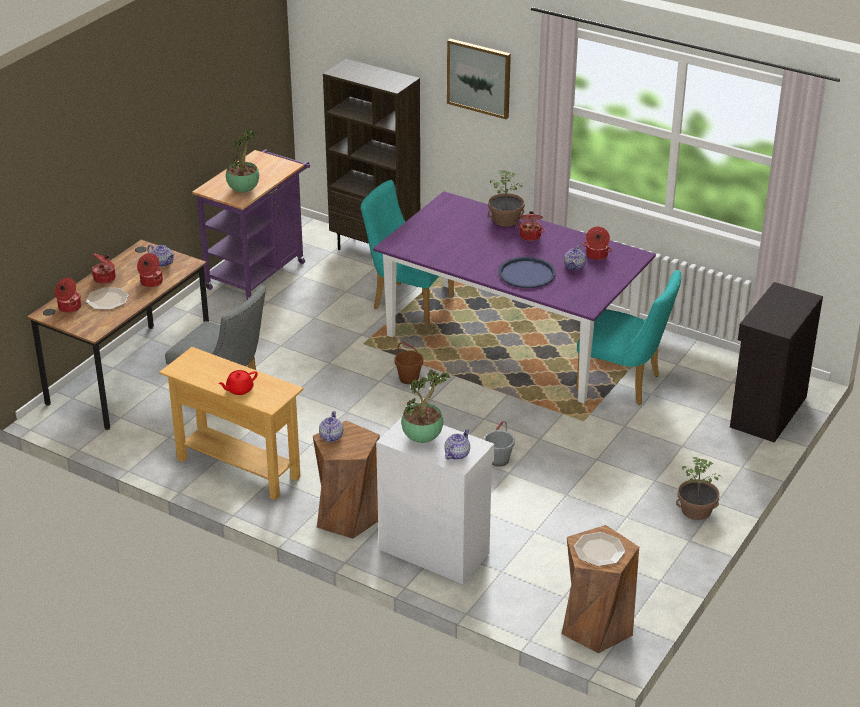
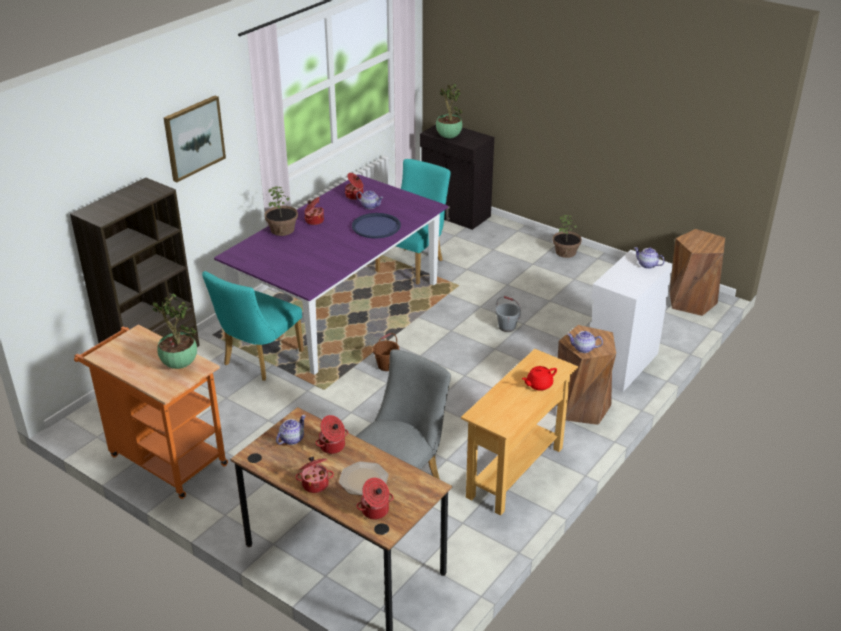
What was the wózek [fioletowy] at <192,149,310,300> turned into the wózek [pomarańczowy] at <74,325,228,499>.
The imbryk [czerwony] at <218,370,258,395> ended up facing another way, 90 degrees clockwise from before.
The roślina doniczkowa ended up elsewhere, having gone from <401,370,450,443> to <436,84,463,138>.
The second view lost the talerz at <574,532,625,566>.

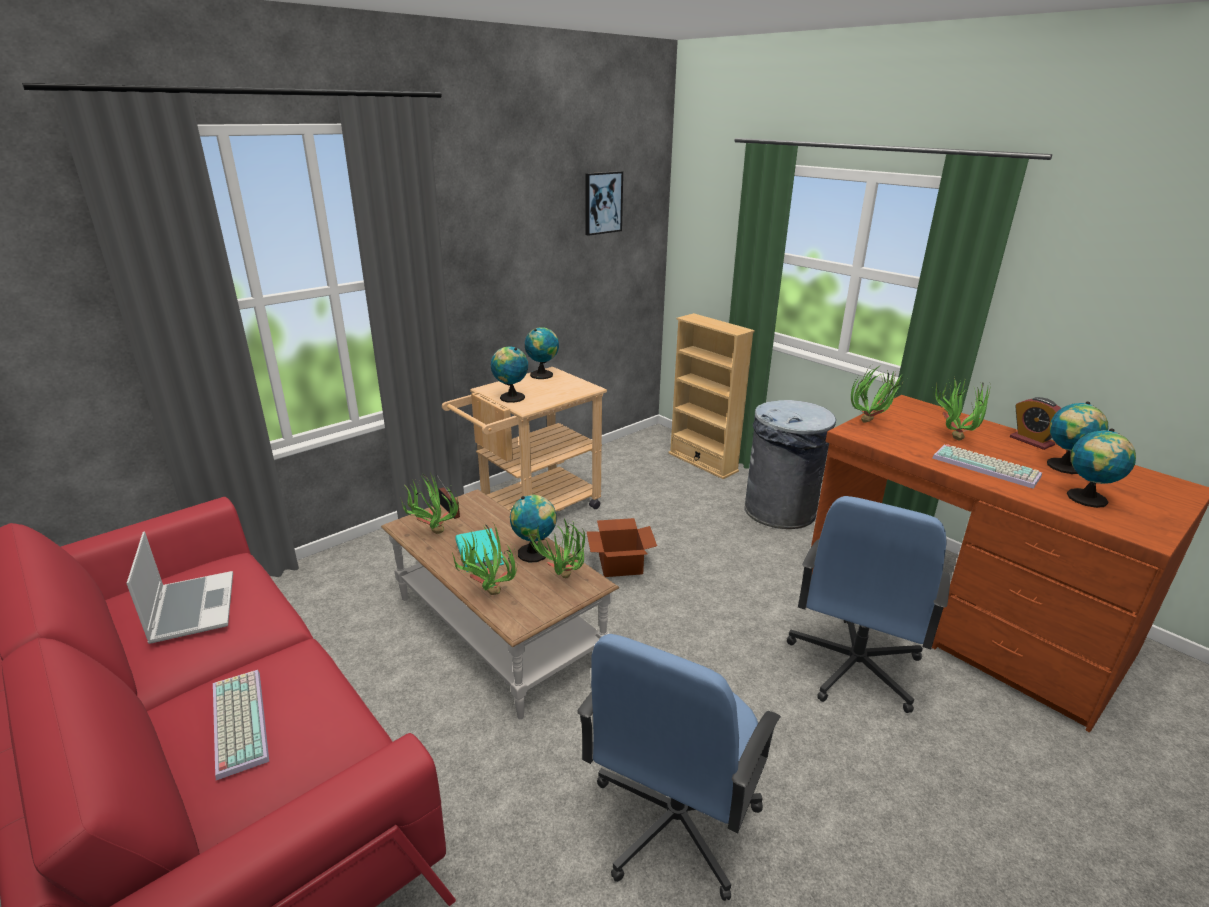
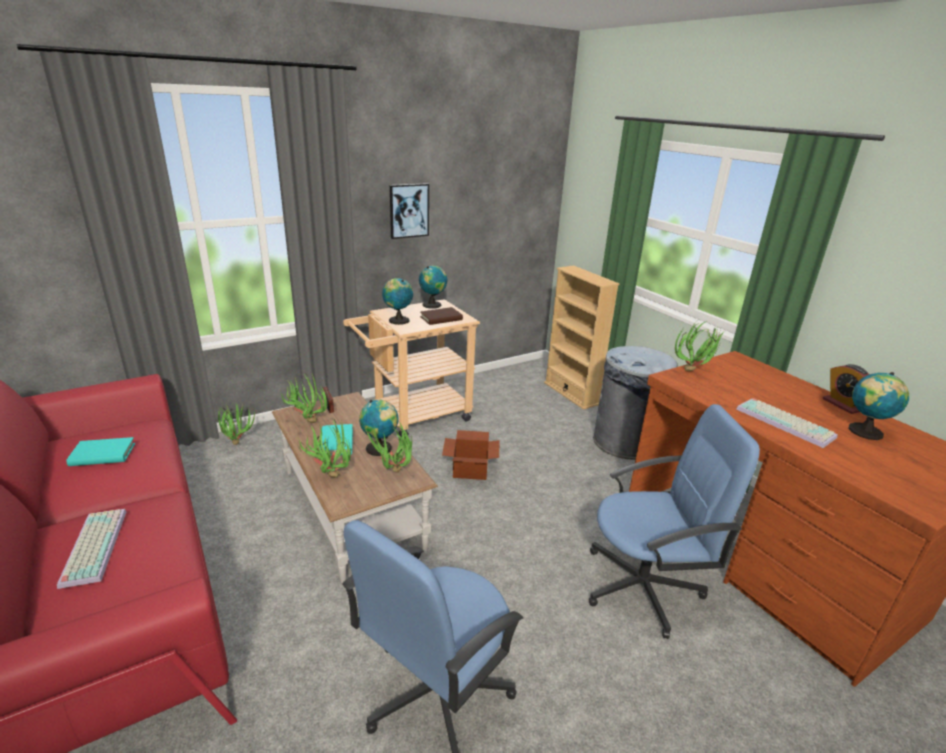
The obraz ended up elsewhere, having gone from <585,171,623,236> to <390,183,429,239>.
The roślina doniczkowa ended up elsewhere, having gone from <933,377,991,440> to <218,403,255,445>.
The second view lost the globus at <1067,428,1136,508>.
The krzesło biurowe [niebieski] at <787,496,950,713> ended up facing another way, 135 degrees counterclockwise from before.
Where the laptop stood at <126,531,233,644>, the książka [turkusowy] came to stand at <66,437,135,466>.
The second view gained the książka [brązowy] at <420,307,463,325>.

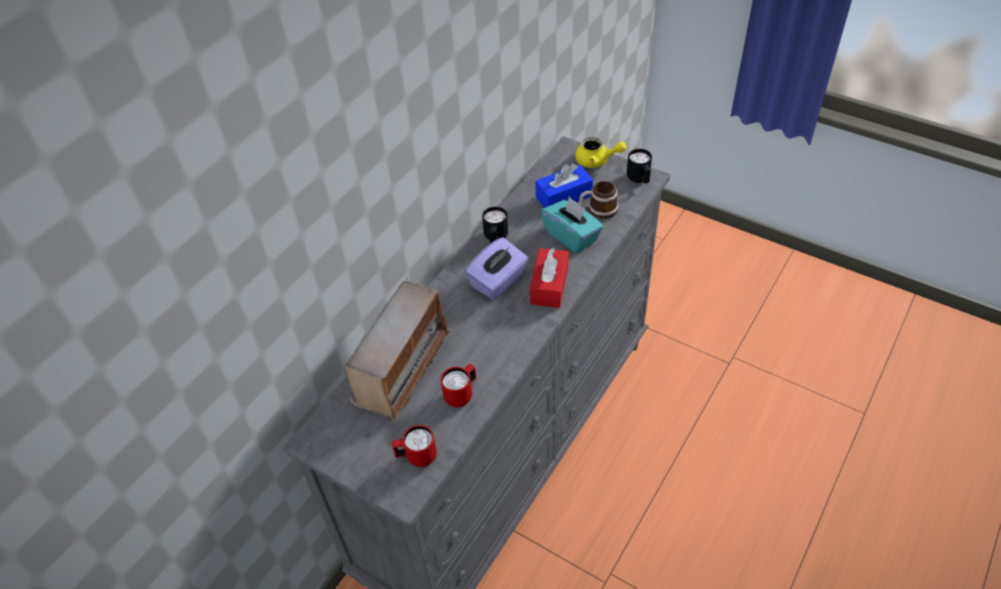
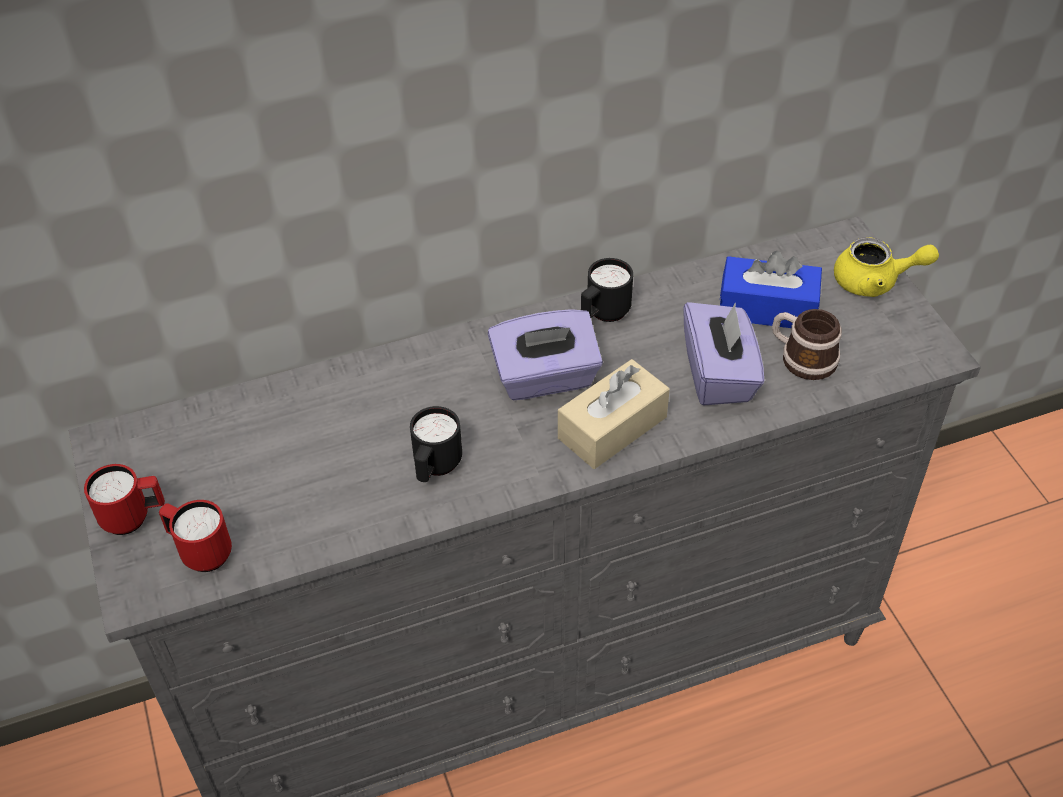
The imbryk [żółty] at <575,137,627,168> ended up facing another way, 45 degrees counterclockwise from before.
The kubek [czarny] ended up elsewhere, having gone from <627,149,652,183> to <410,406,462,482>.
What was the pudełko chusteczek [turkusowy] at <541,197,603,253> turned into the pudełko chusteczek [fioletowy] at <683,302,764,406>.
What was the pudełko chusteczek [czerwony] at <530,248,569,308> turned into the pudełko chusteczek [beżowy] at <558,359,670,469>.
The second view lost the radio at <345,278,451,420>.
The kubek [czerwony] ended up elsewhere, having gone from <441,364,476,407> to <84,464,165,535>.

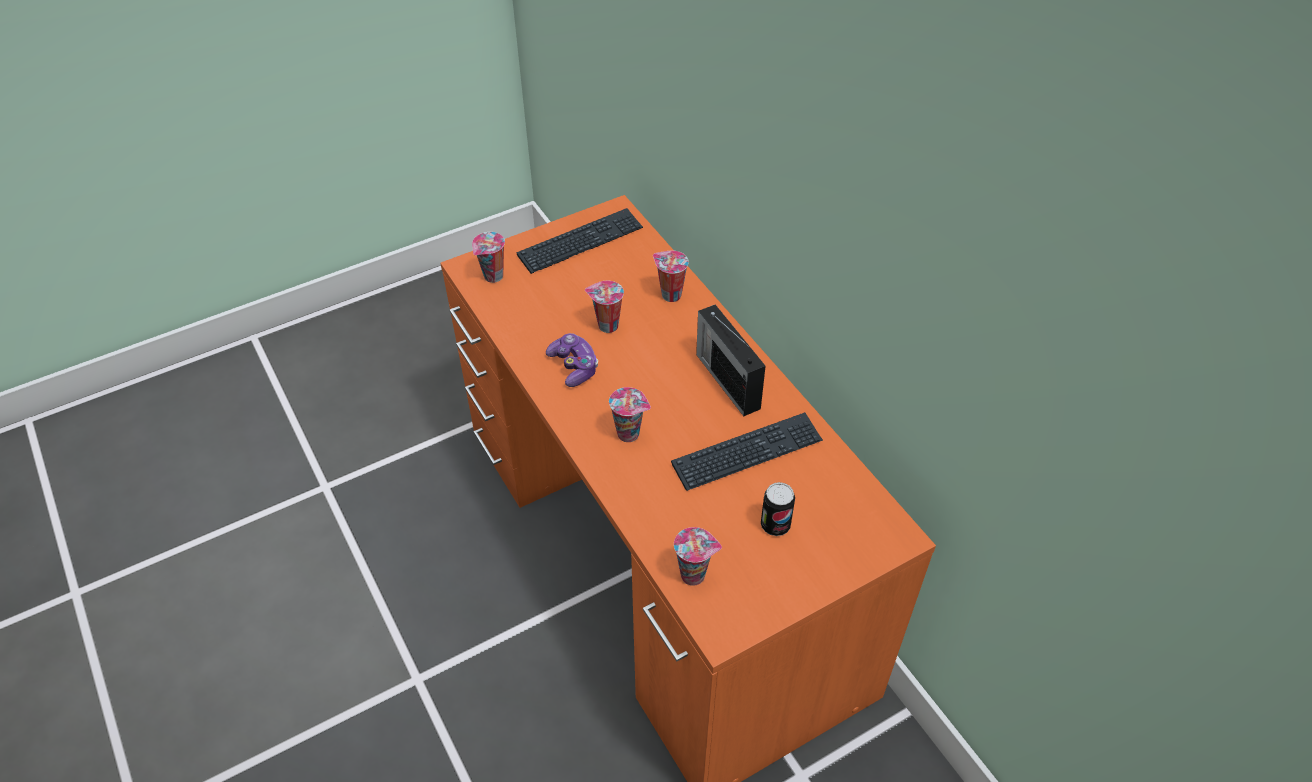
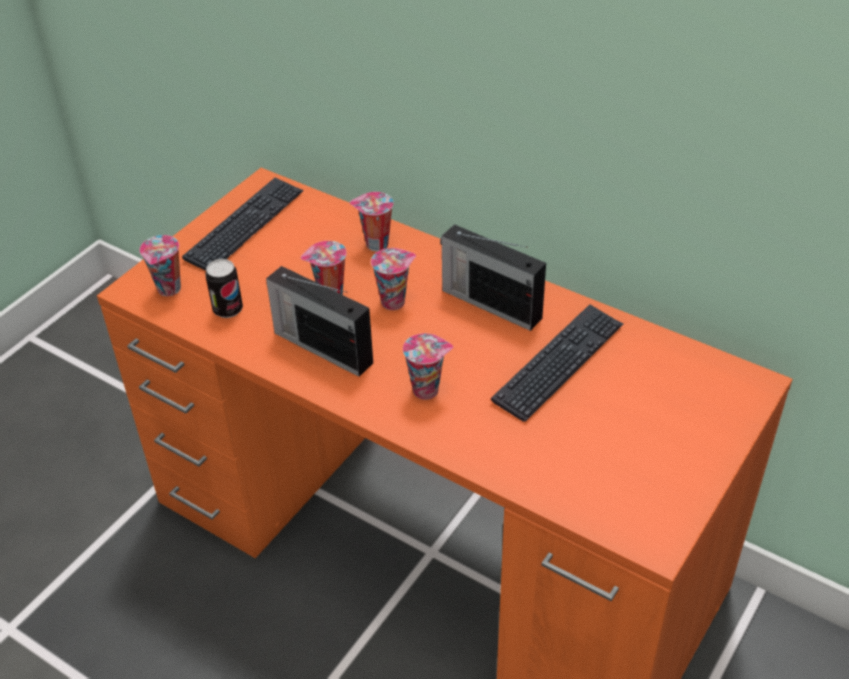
Where the pad do gier stood at <546,333,598,387>, the radio came to stand at <266,266,373,377>.
The puszka ended up elsewhere, having gone from <761,482,795,536> to <205,259,243,318>.
The filiżanka ended up elsewhere, having gone from <674,527,722,586> to <371,248,416,310>.

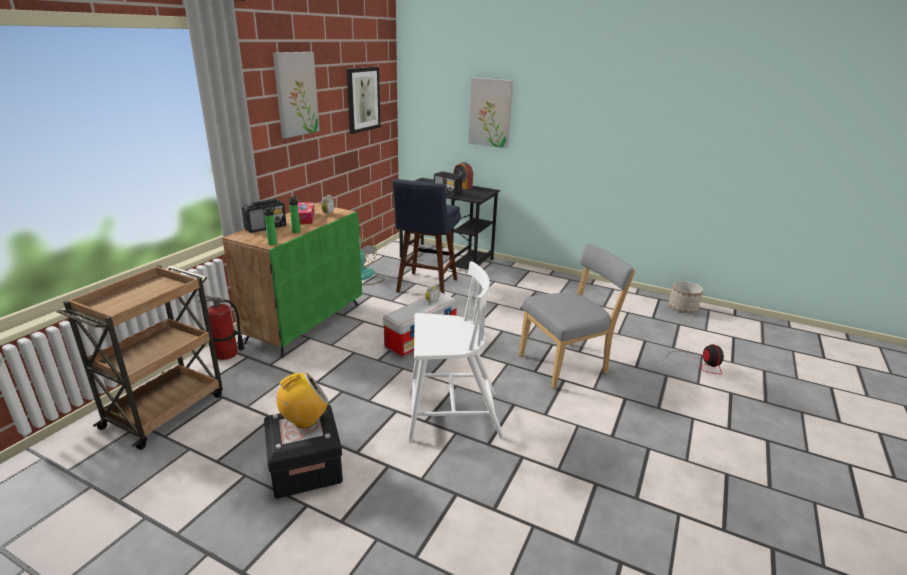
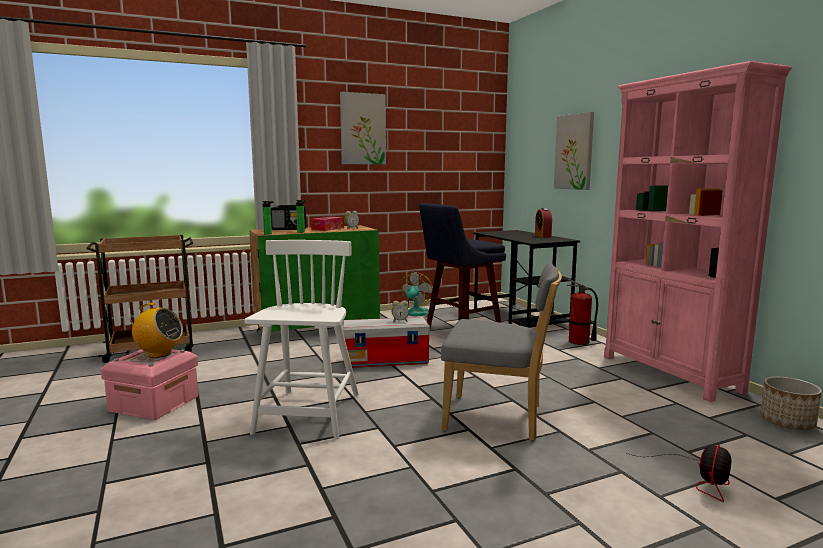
The second view lost the obraz at <347,67,381,134>.
The second view lost the radio at <434,171,462,196>.
The krzesło [biały] at <408,261,504,441> ended up facing another way, 120 degrees counterclockwise from before.
The gaśnica ended up elsewhere, having gone from <198,294,245,360> to <567,279,598,345>.
What was the pojemnik do przechowywania [czarny] at <264,405,343,499> turned into the pojemnik do przechowywania [różowy] at <101,349,198,420>.
The second view gained the regał [różowy] at <604,61,792,402>.

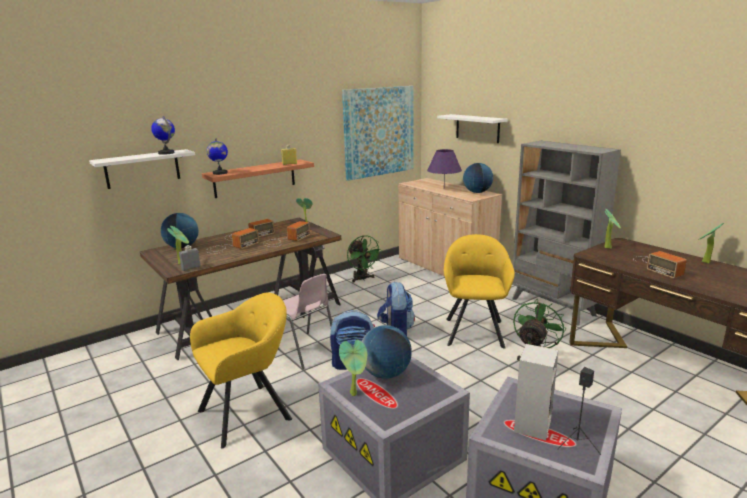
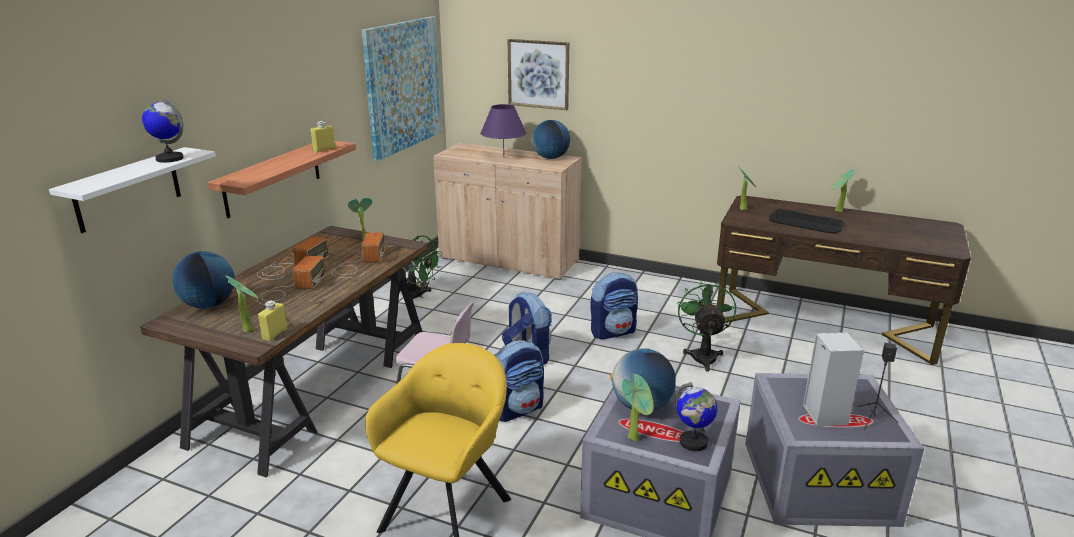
Where the półka [biały] hung at <437,114,508,143>, the obraz came to hang at <508,39,569,110>.
The globus ended up elsewhere, having gone from <207,138,228,175> to <675,382,718,451>.
The second view lost the regał [szary] at <512,141,621,325>.
Where the fotel [żółty] stood at <444,234,515,348>, the plecak came to stand at <590,272,638,339>.
What was the butelka [szary] at <179,245,201,271> turned into the butelka [żółty] at <258,301,288,341>.
Where the radio stood at <633,251,687,278>, the klawiatura came to stand at <769,209,845,234>.

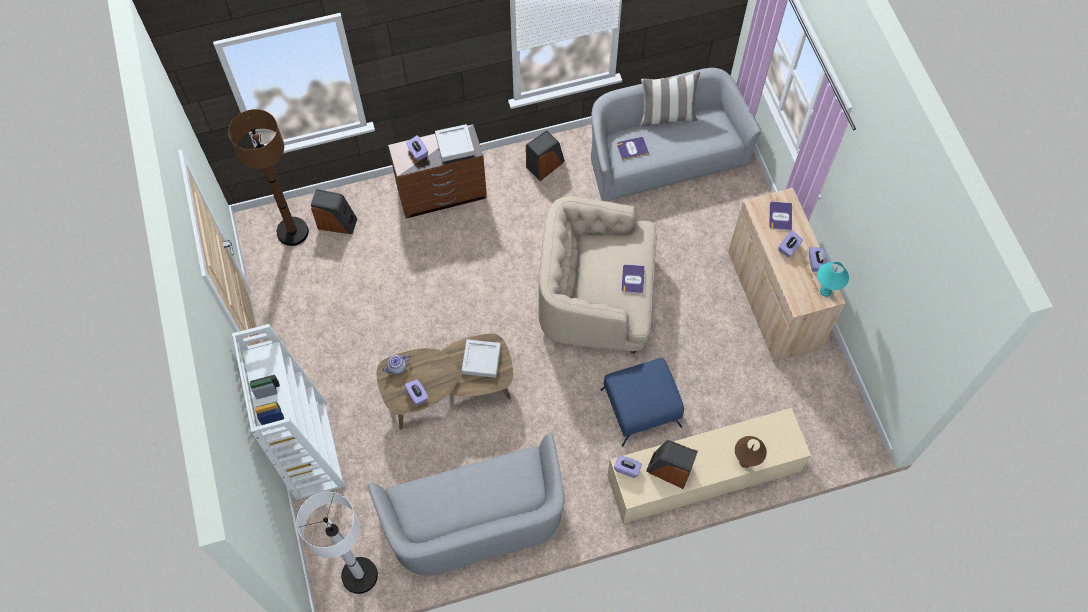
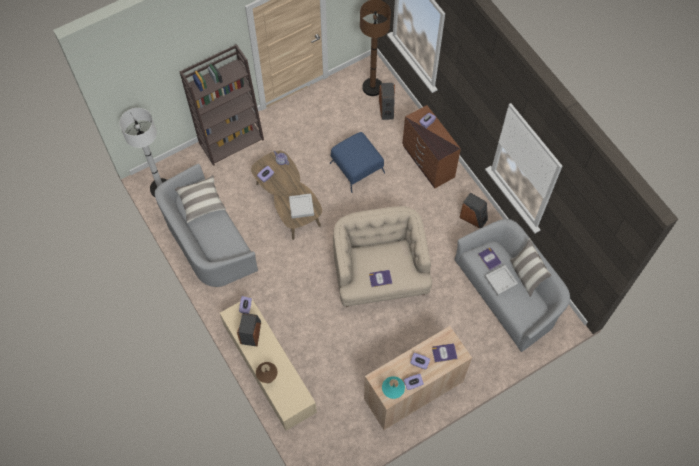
The taca [szary] ended up elsewhere, having gone from <435,124,475,162> to <485,265,518,296>.
What was the regał [biały] at <232,324,345,500> turned into the regał [brązowy] at <179,44,264,166>.
The pufa [niebieski] ended up elsewhere, having gone from <601,358,684,446> to <329,132,385,193>.
The second view gained the poduszka at <175,175,226,223>.

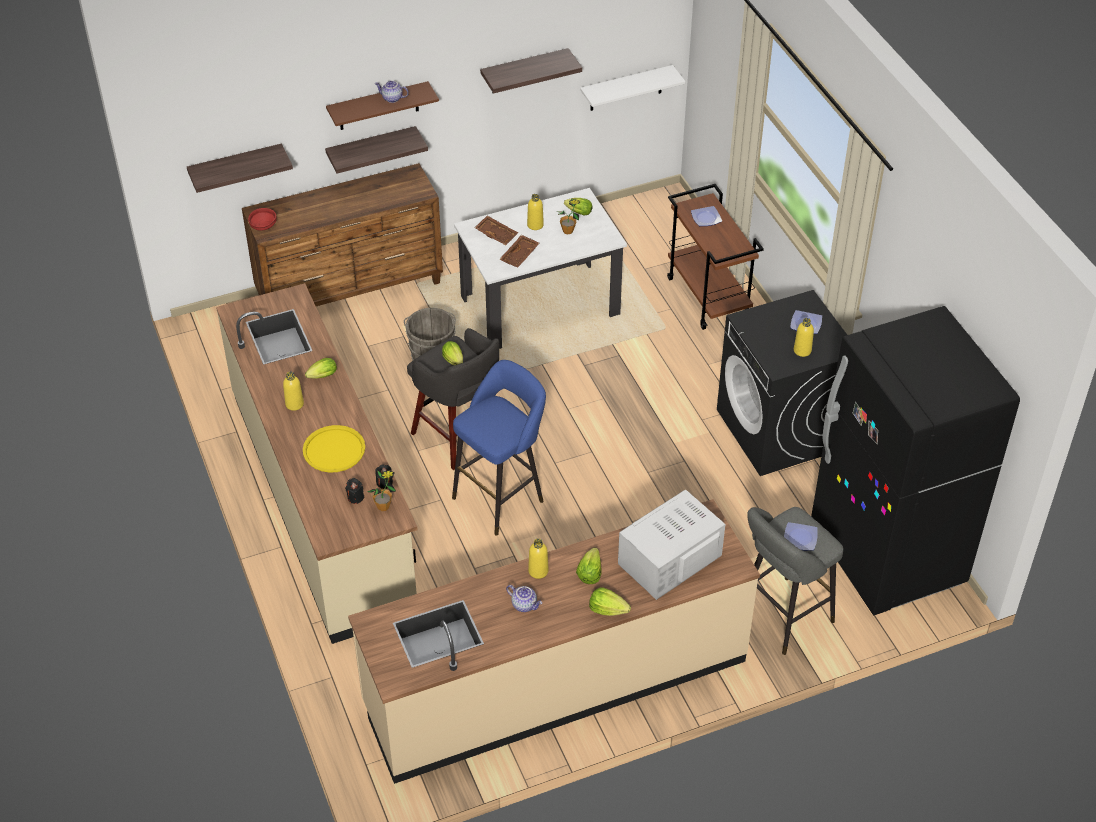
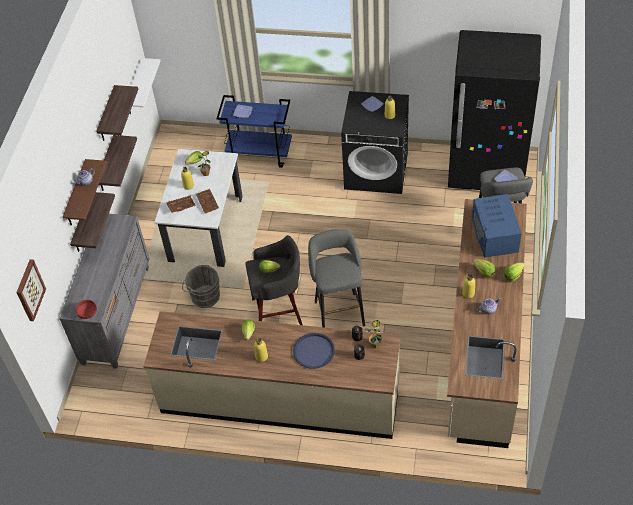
The półka ended up elsewhere, having gone from <187,143,293,193> to <99,135,137,191>.
What was the komoda [brązowy] at <242,163,443,306> turned into the komoda [szary] at <60,214,149,369>.
What was the wózek [brązowy] at <667,184,764,330> turned into the wózek [niebieski] at <216,95,292,168>.
What was the stołek [niebieski] at <452,360,546,536> turned into the stołek [szary] at <308,229,365,327>.
What was the taca [żółty] at <303,425,365,473> turned into the taca [niebieski] at <293,333,335,369>.
What was the mikrofalówka [biały] at <618,490,725,600> turned into the mikrofalówka [niebieski] at <472,194,521,258>.
The second view gained the obraz at <16,259,46,321>.

